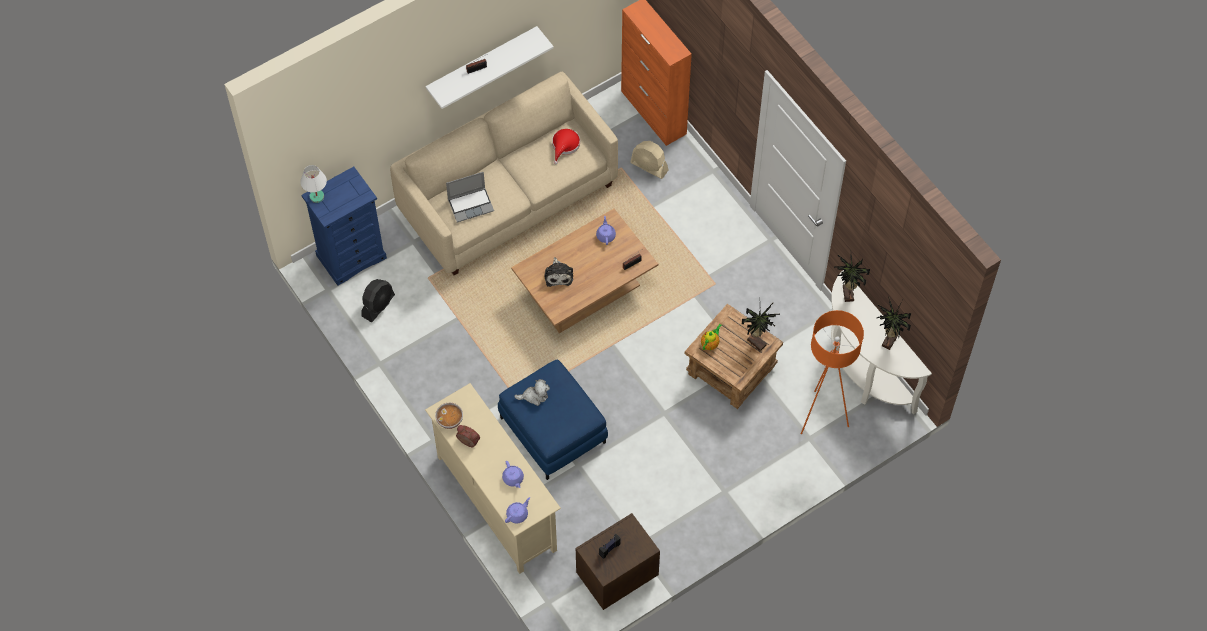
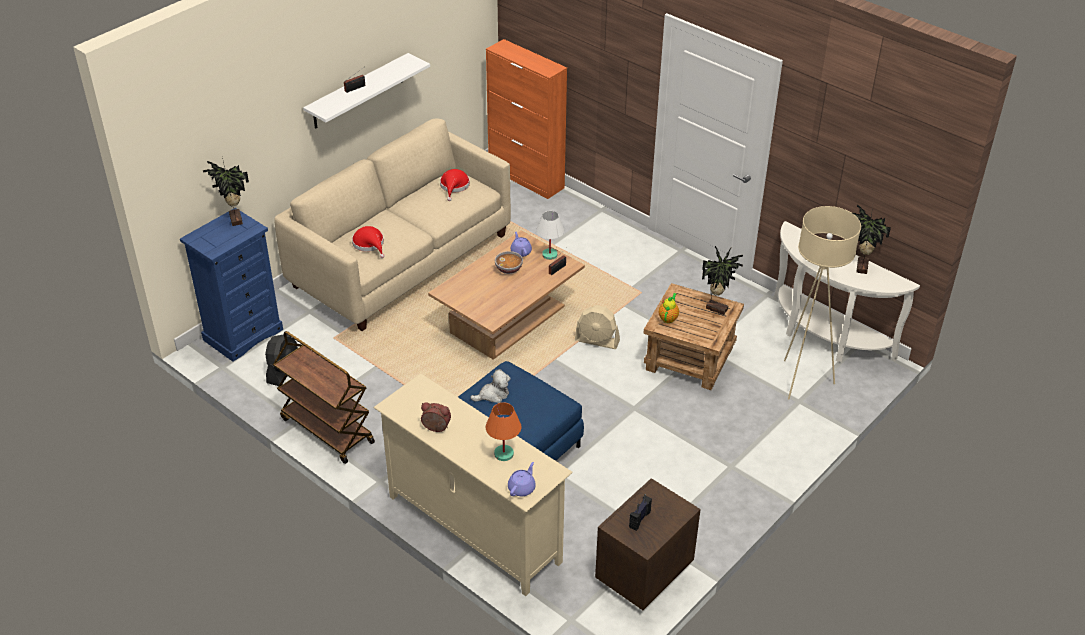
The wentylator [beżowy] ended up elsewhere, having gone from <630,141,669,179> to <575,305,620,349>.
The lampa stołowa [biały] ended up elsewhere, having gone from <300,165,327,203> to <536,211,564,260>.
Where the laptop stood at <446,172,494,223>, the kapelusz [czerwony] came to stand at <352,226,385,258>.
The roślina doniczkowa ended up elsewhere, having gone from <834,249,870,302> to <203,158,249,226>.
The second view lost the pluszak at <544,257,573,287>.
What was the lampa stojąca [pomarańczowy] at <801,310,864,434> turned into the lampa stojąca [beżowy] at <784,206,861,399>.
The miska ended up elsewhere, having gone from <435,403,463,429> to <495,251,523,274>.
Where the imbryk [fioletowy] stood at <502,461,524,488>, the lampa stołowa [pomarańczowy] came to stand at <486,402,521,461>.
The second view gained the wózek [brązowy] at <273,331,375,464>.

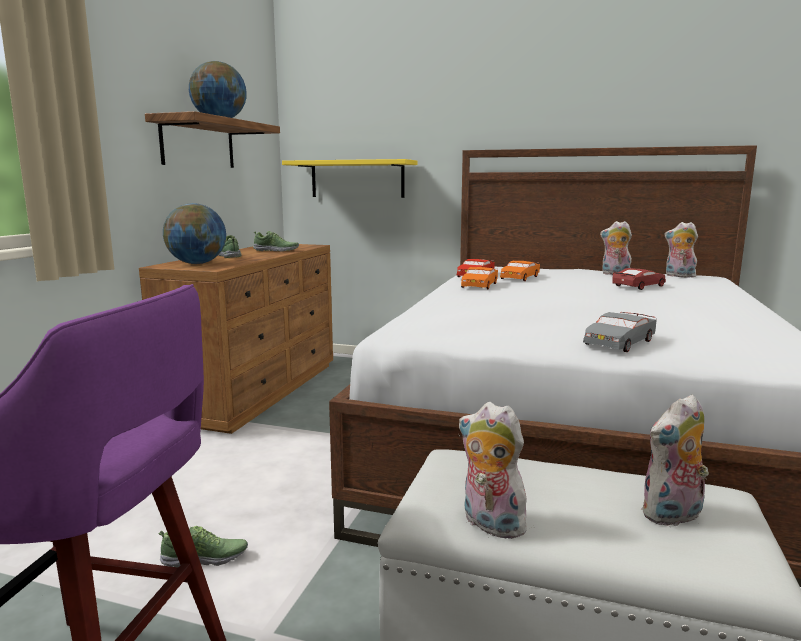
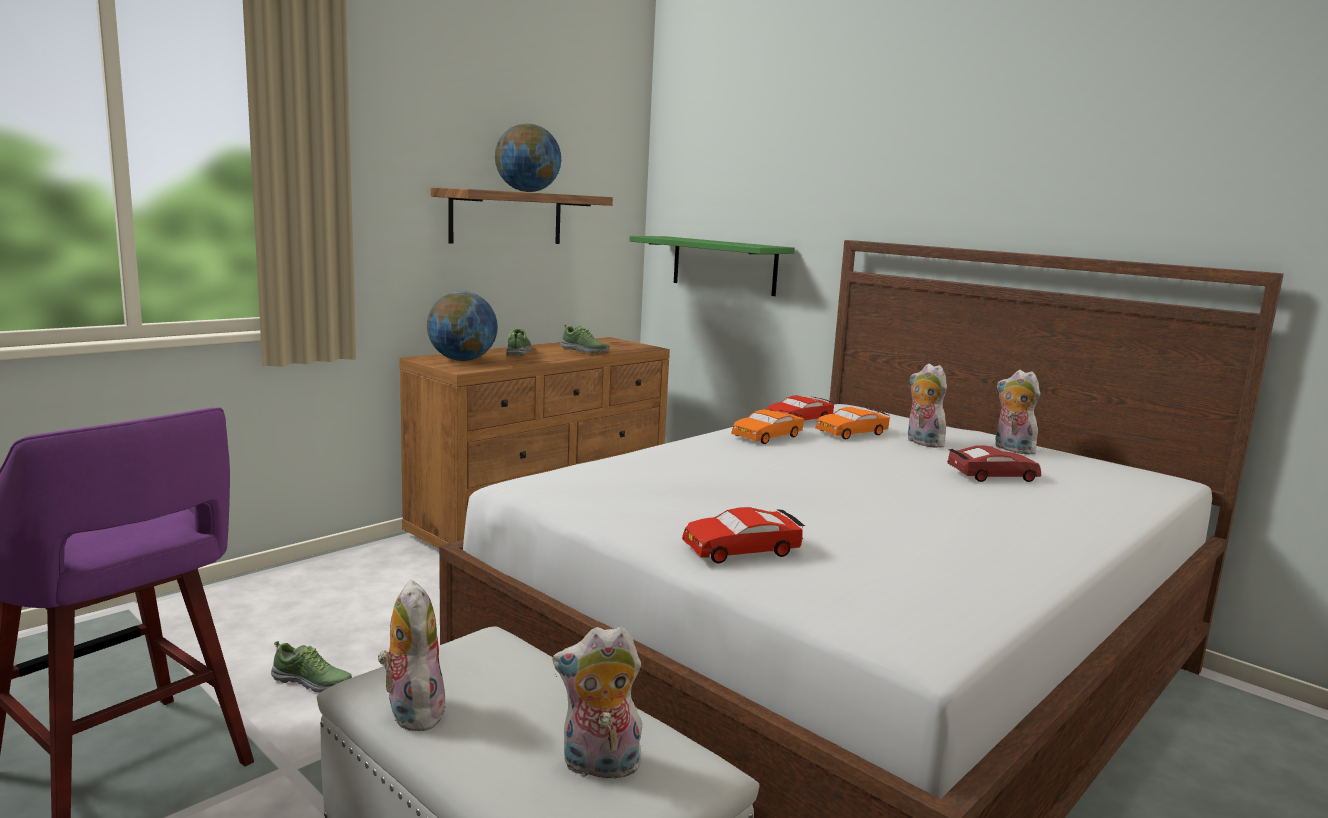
What was the półka [żółty] at <282,159,417,198> turned into the półka [zielony] at <629,236,795,296>.
The pluszak ended up elsewhere, having gone from <664,222,698,278> to <907,364,950,448>.
What was the samochodzik [szary] at <583,312,657,352> turned into the samochodzik [czerwony] at <682,507,805,563>.

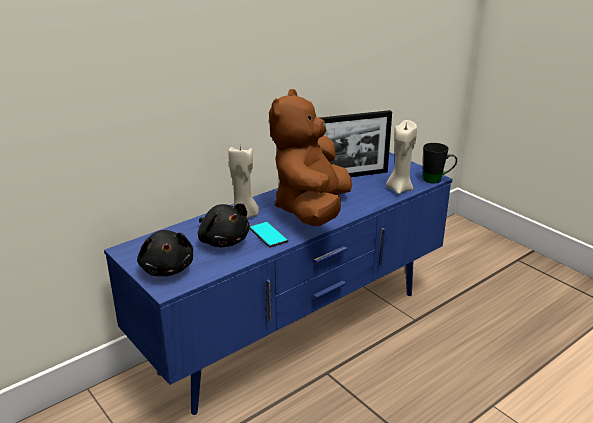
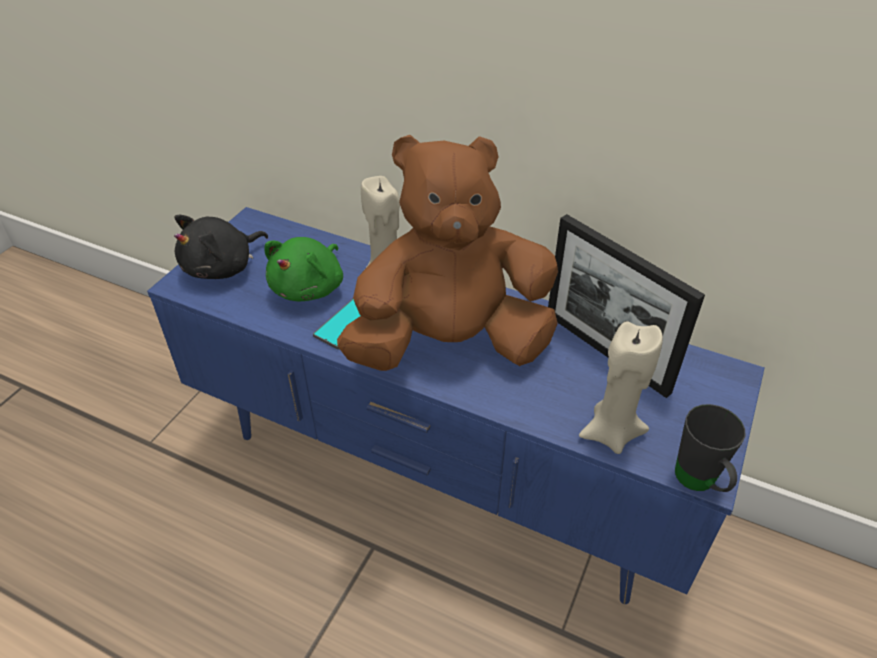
What was the pluszak [czarny] at <198,203,250,247> turned into the pluszak [zielony] at <264,237,343,301>.

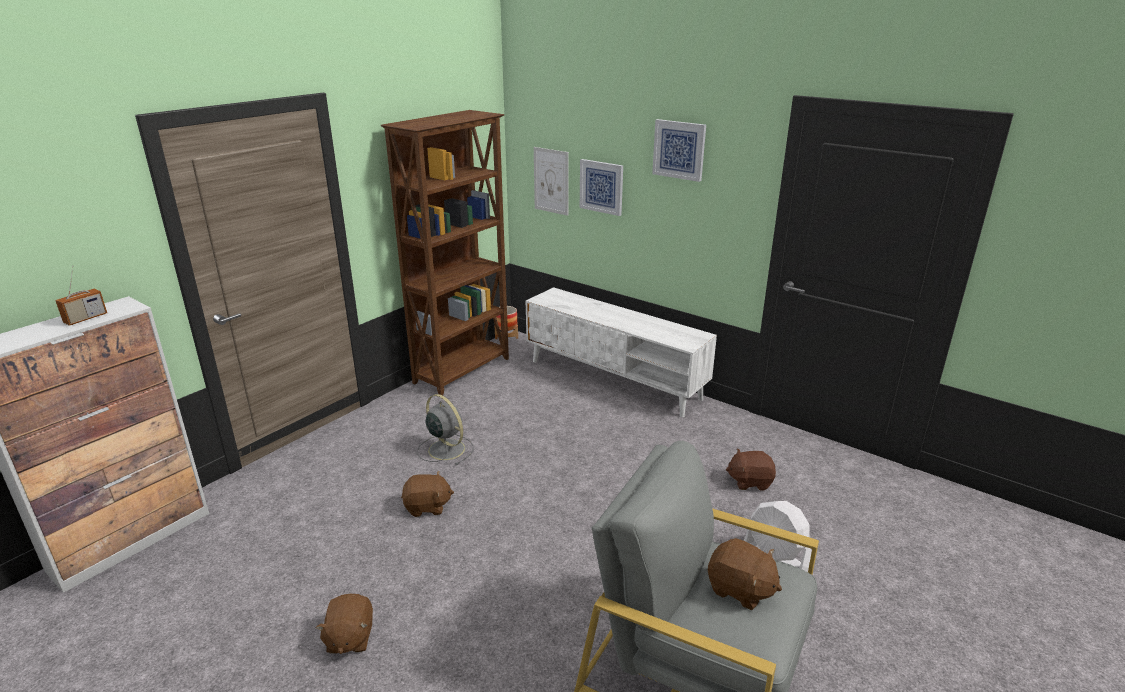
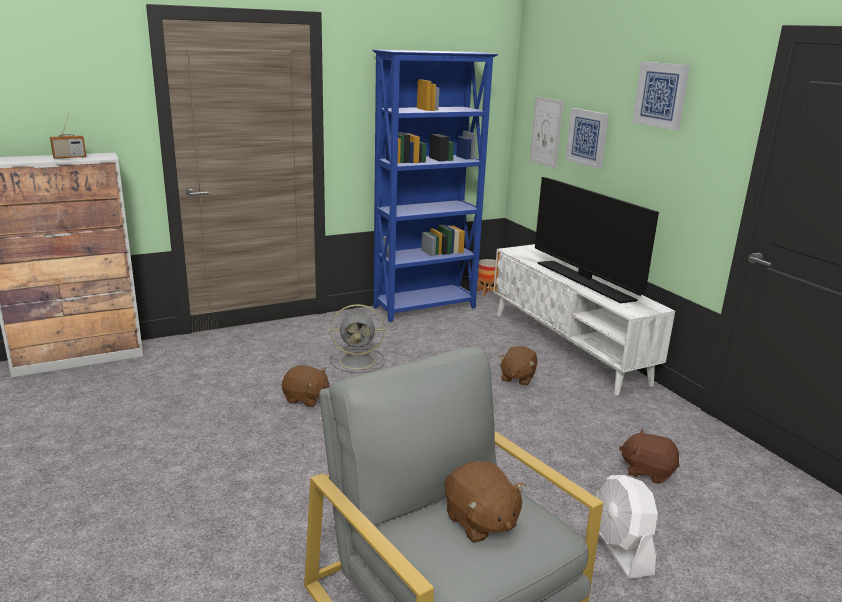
What was the regał [brązowy] at <381,110,509,395> turned into the regał [niebieski] at <372,50,499,322>.
The wentylator [szary] at <417,394,474,465> ended up facing another way, 105 degrees clockwise from before.
The pluszak [brązowy] ended up elsewhere, having gone from <316,594,373,654> to <499,346,538,386>.
The second view gained the telewizor at <535,177,659,303>.

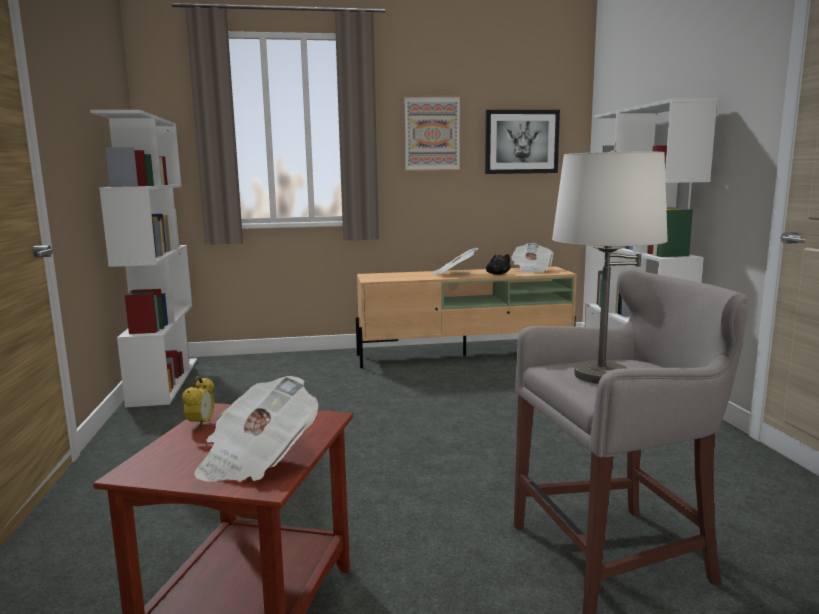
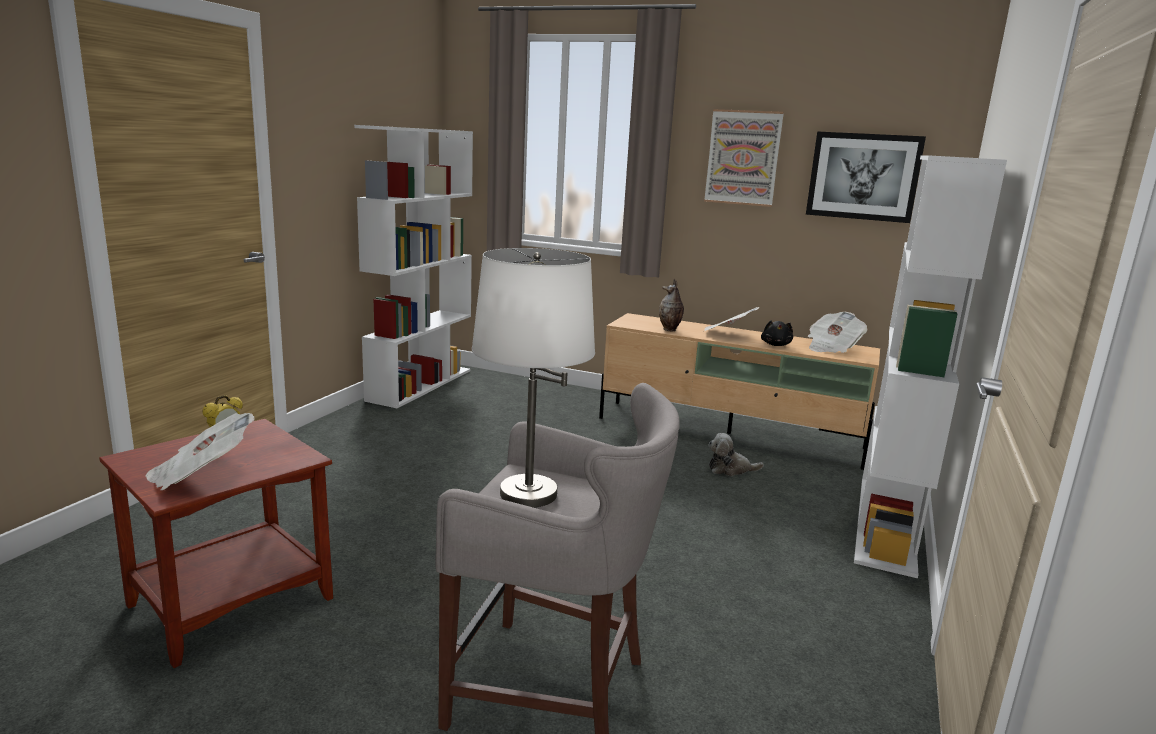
The second view gained the wazon at <659,279,684,331>.
The second view gained the pluszak at <708,433,764,476>.

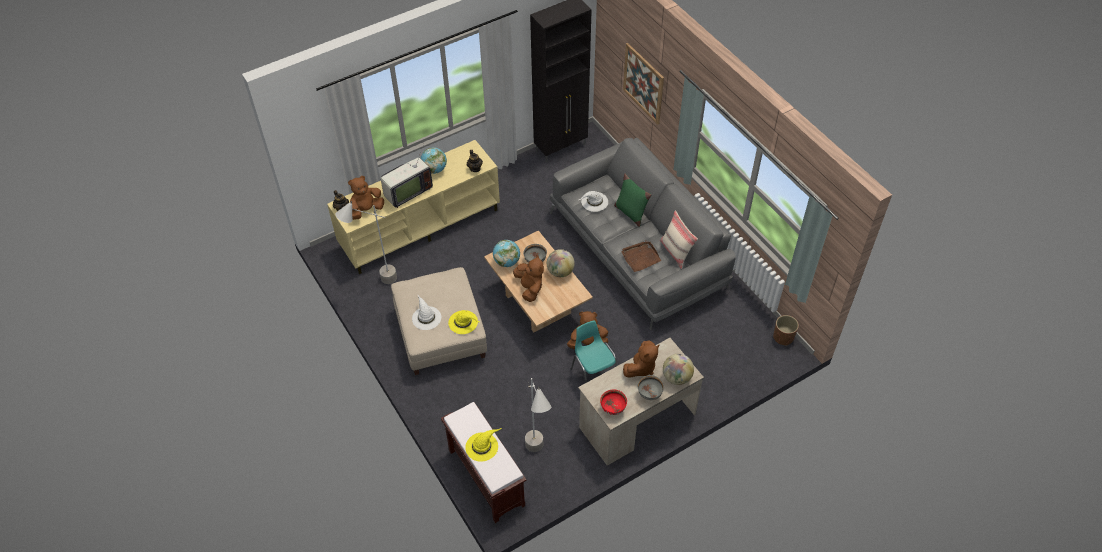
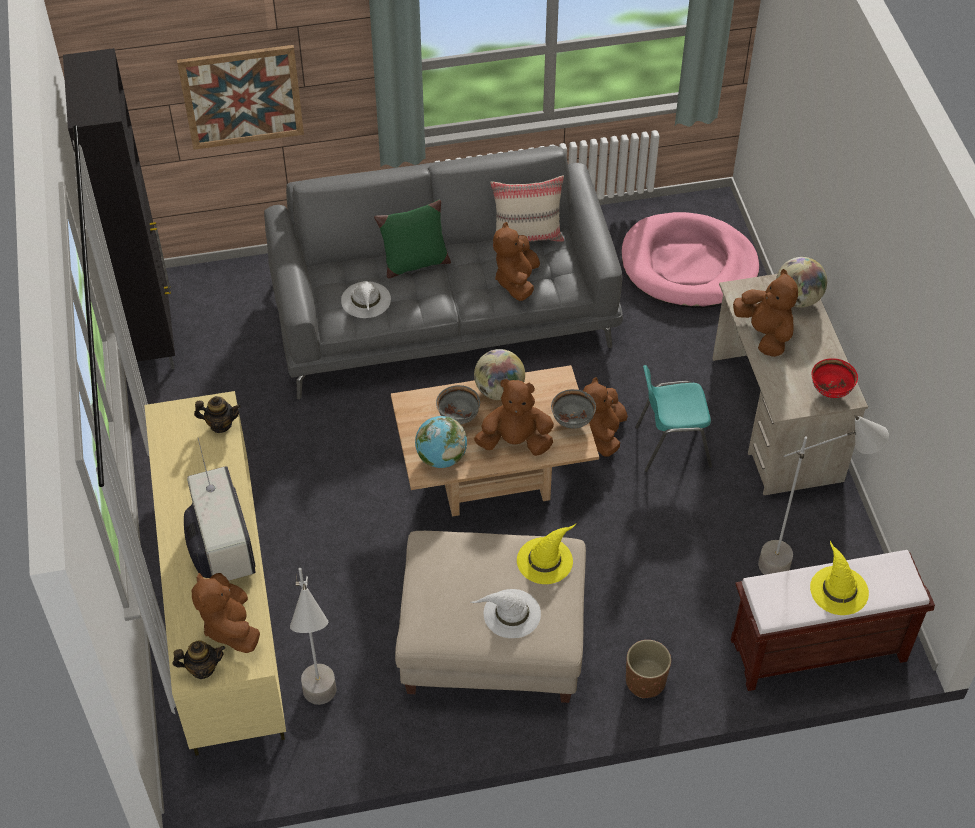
The second view lost the globus at <421,147,447,174>.
Where the taca [brązowy] stood at <622,241,661,272>, the pluszak [brązowy] came to stand at <493,222,540,301>.
The donica [brązowy] ended up elsewhere, having gone from <773,315,799,346> to <626,640,671,698>.
The miska [szary] ended up elsewhere, having gone from <637,375,664,400> to <551,389,596,429>.
The second view gained the legowisko [różowy] at <622,212,760,308>.

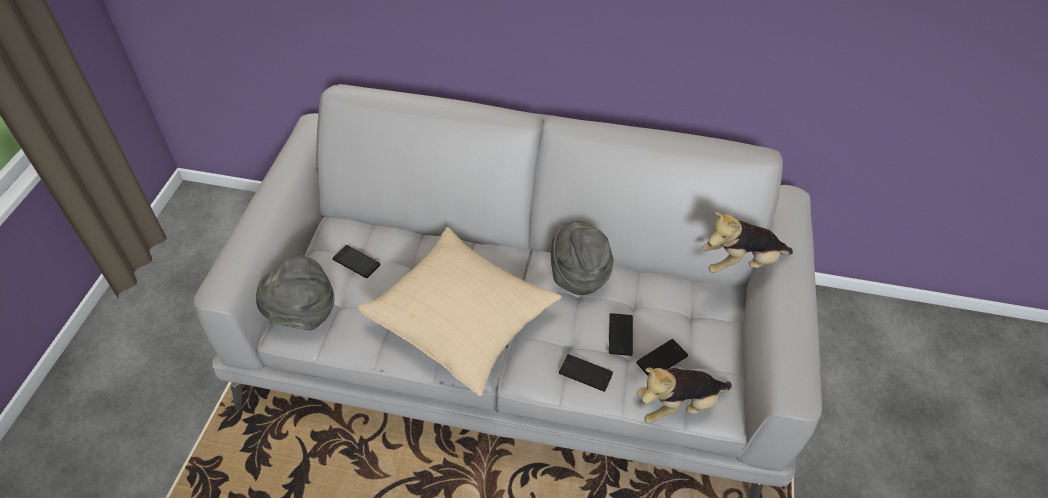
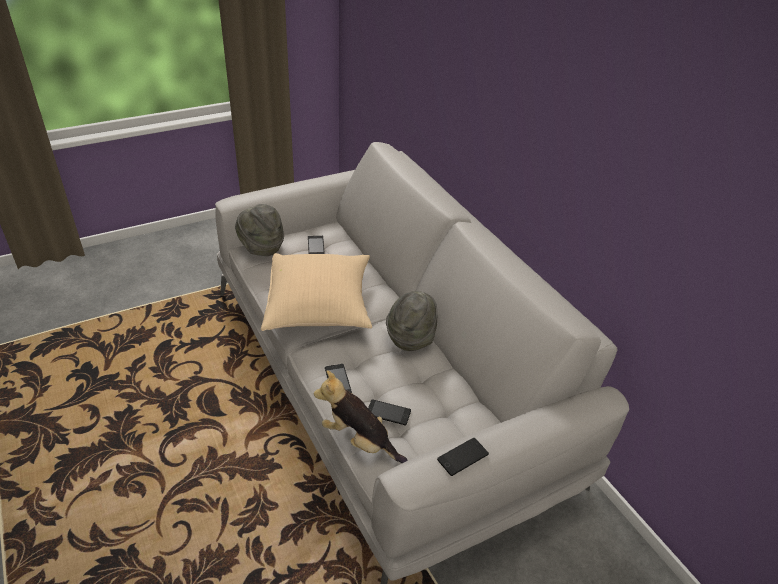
The second view lost the pluszak at <702,212,793,273>.
The telefon ended up elsewhere, having gone from <609,313,633,356> to <437,438,489,476>.

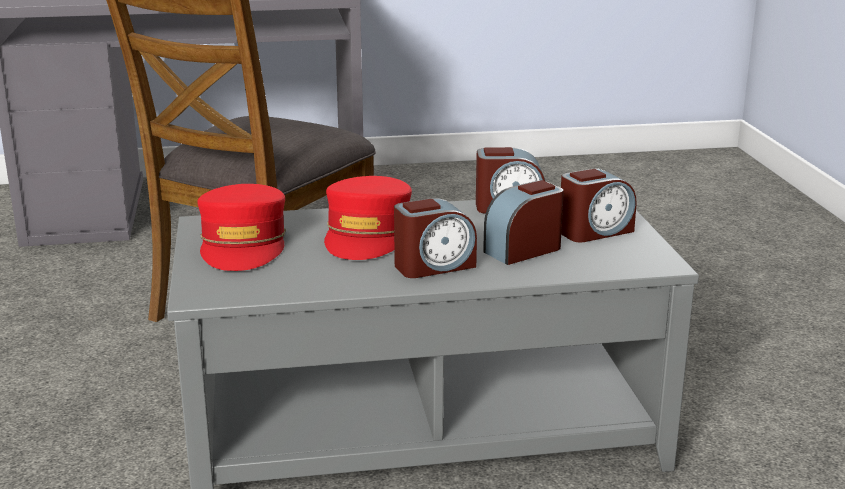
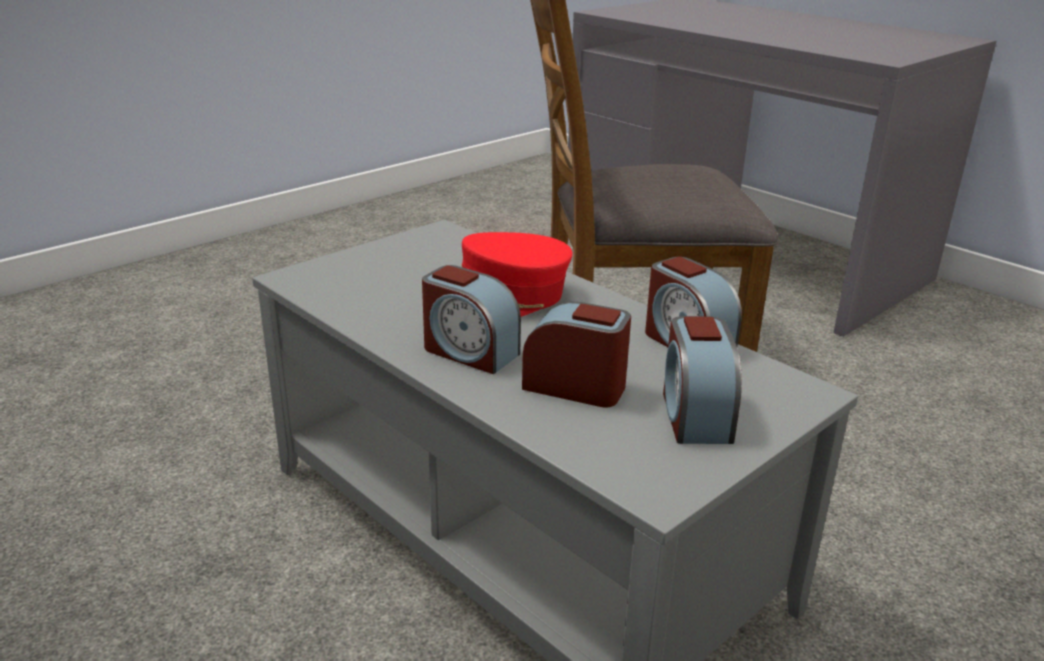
The budzik at <561,169,636,242> ended up facing another way, 60 degrees clockwise from before.
The second view lost the czapka z daszkiem [czerwony] at <197,184,286,271>.

